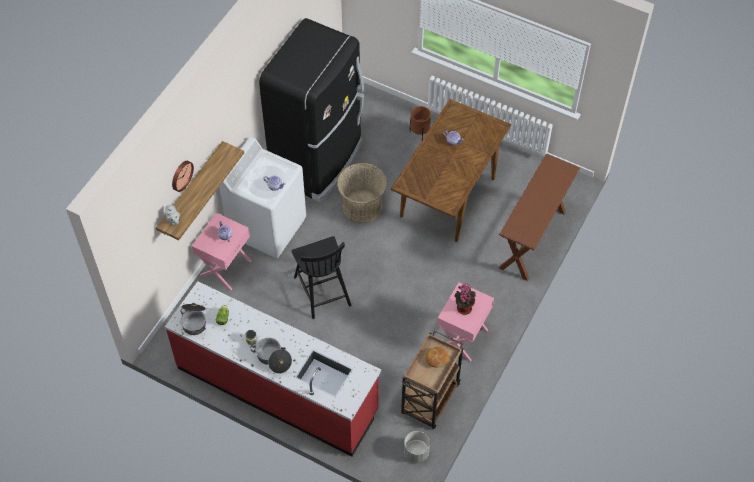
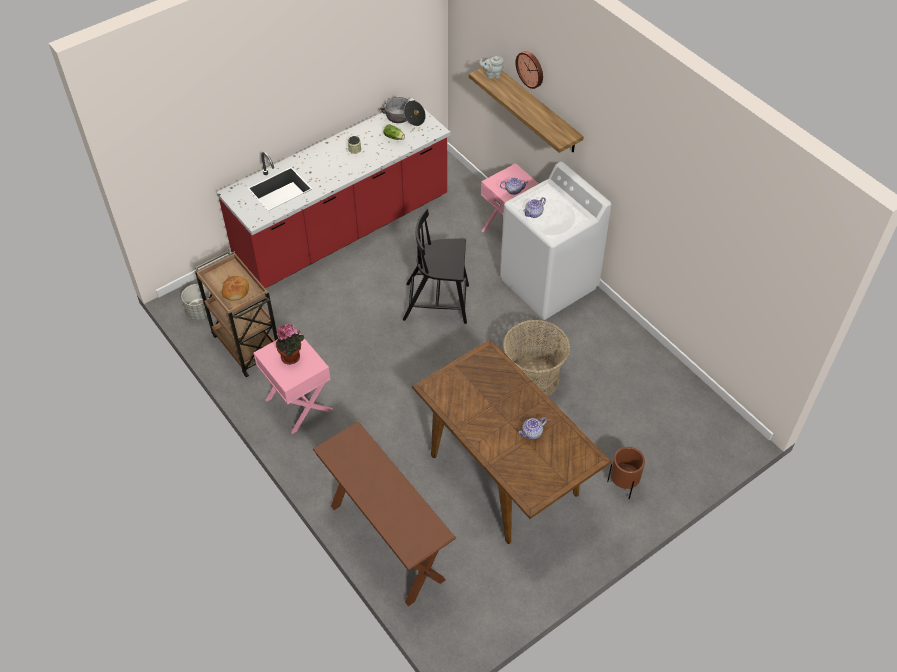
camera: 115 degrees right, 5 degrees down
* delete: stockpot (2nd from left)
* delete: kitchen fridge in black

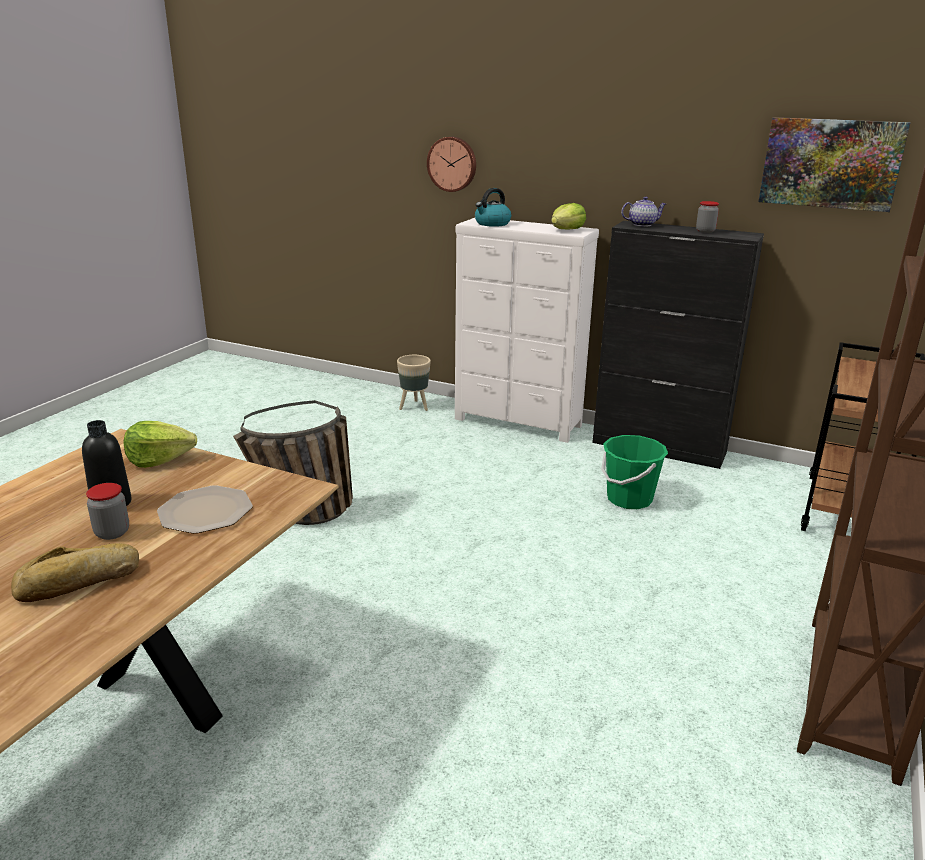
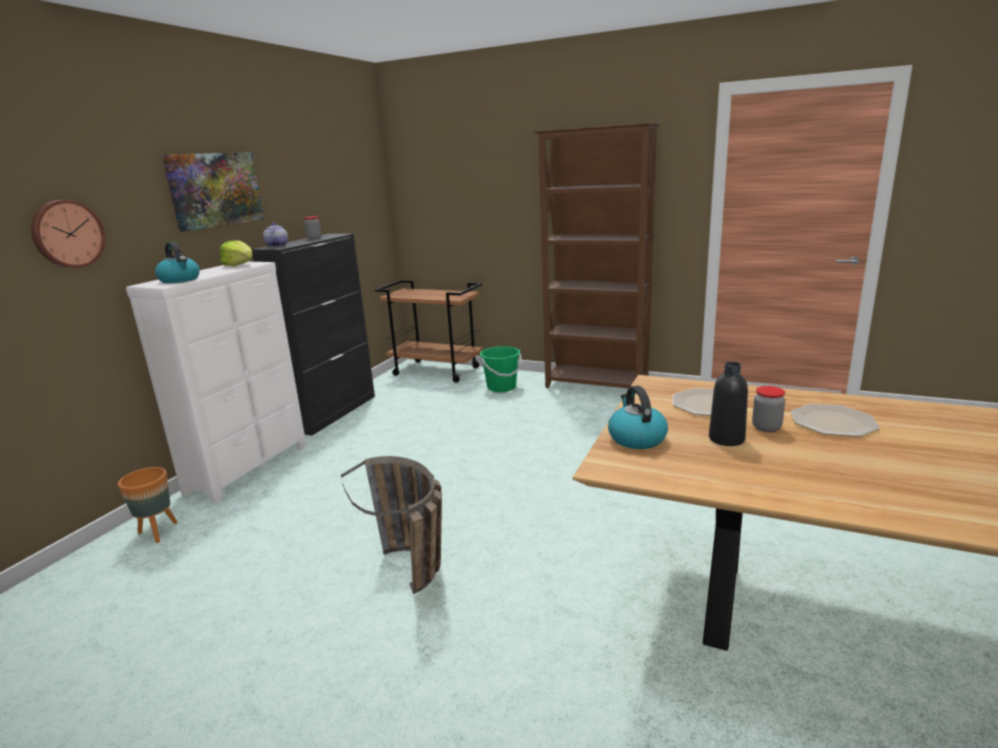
camera: 90 degrees left, 5 degrees down
* move: pail in green-coloured
* move: picture
* replace: baked bread to dinner plate (2nd from left)
* replace: lettuce (1st from left) to water kettle (2nd from left)
* recolor: flower pot in sand-coloured to flower pot in orange

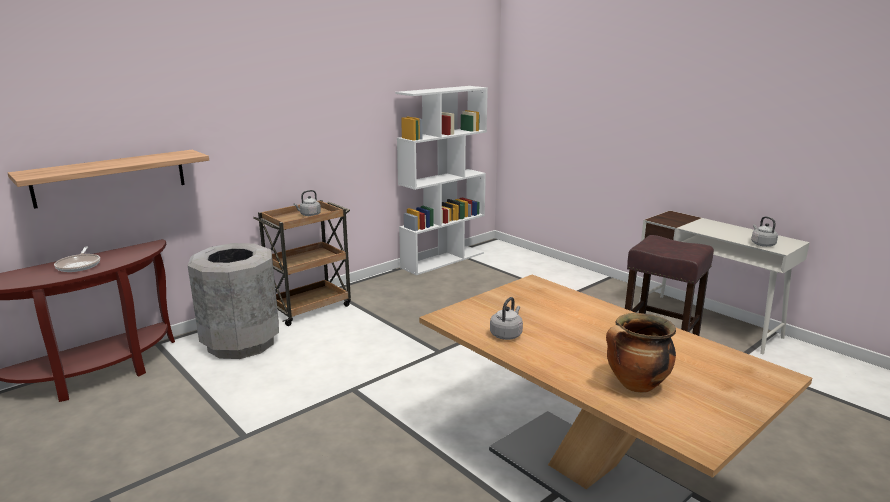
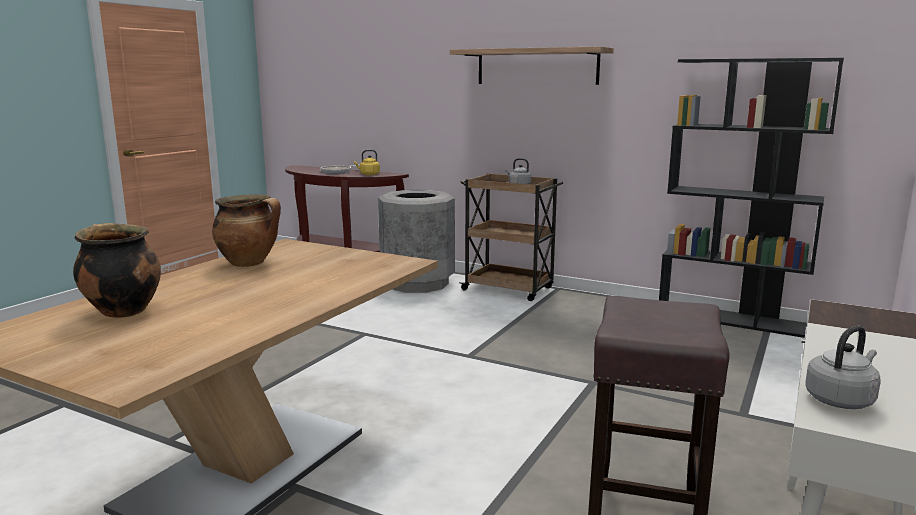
camera: 70 degrees right, 5 degrees down
* insert: water kettle in yellowish
* move: shelf
* replace: water kettle in greyish (2nd from left) to stockpot (2nd from left)
* recolor: bookcase in white to bookcase in black

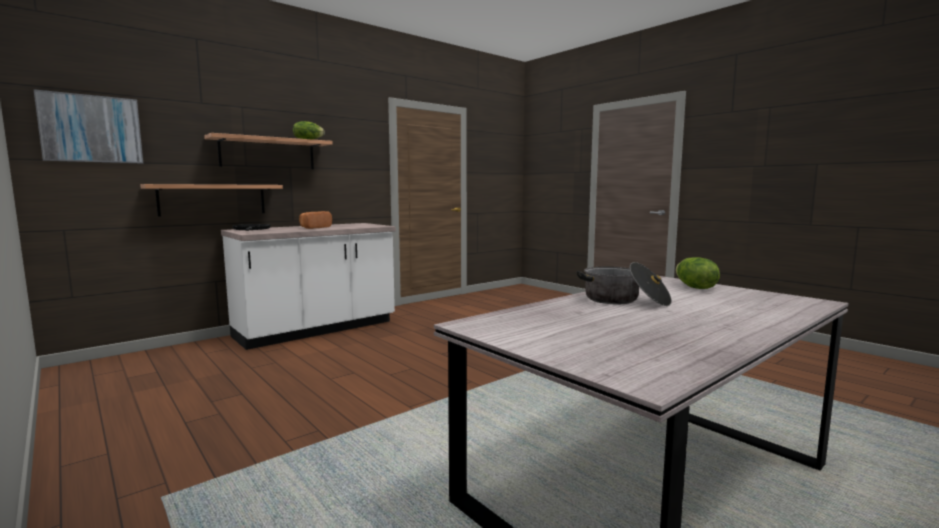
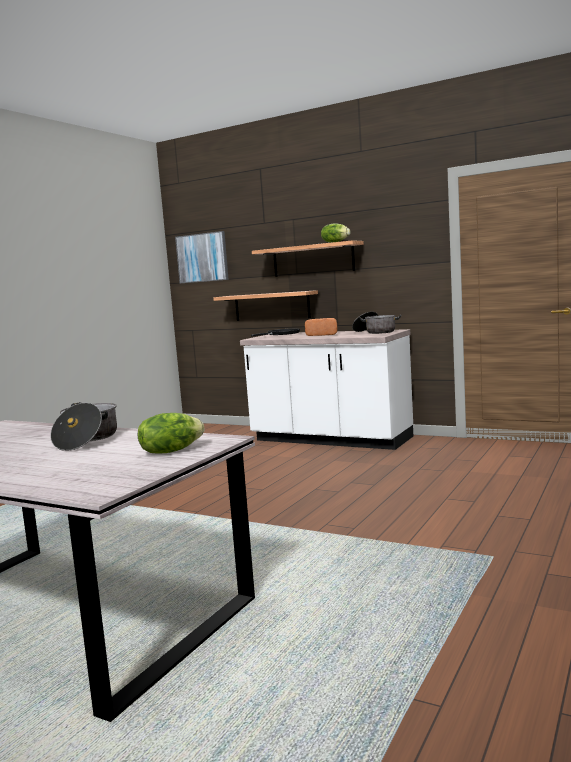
camera: 70 degrees right, 0 degrees up
* insert: stockpot (2nd from left)

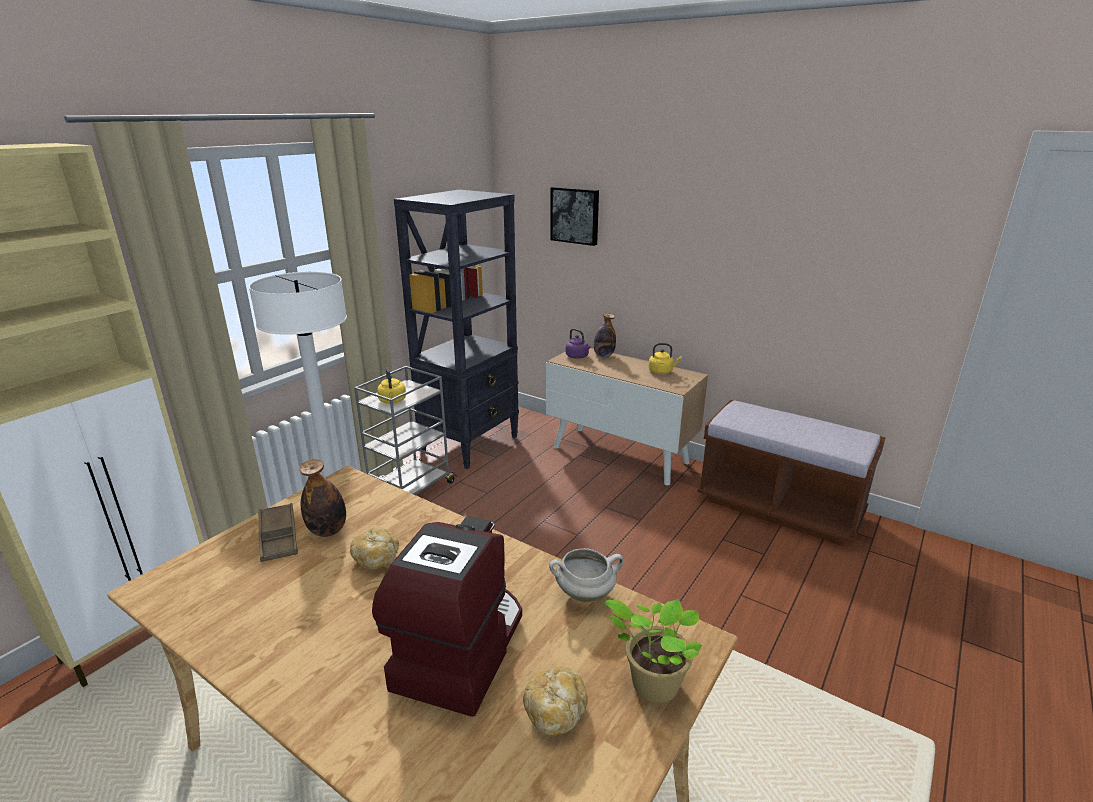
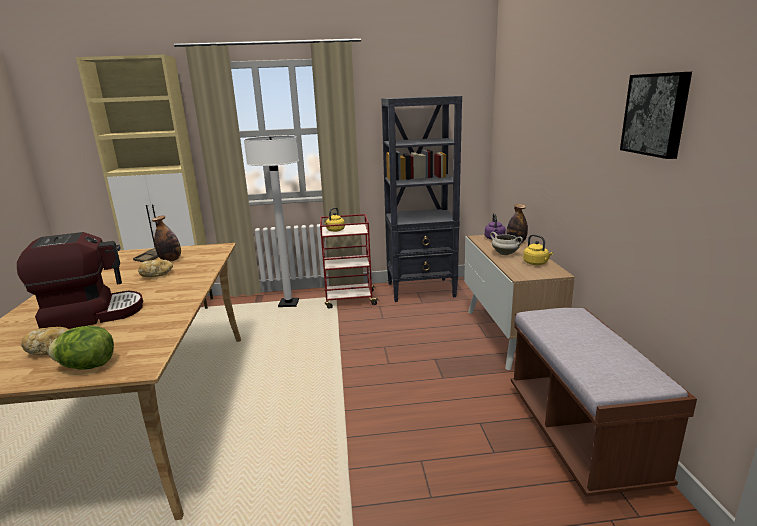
camera: 50 degrees right, 5 degrees down
* move: stockpot in white
* move: picture
* replace: potted plant to lettuce
* recolor: wheeled cart in greyish to wheeled cart in red

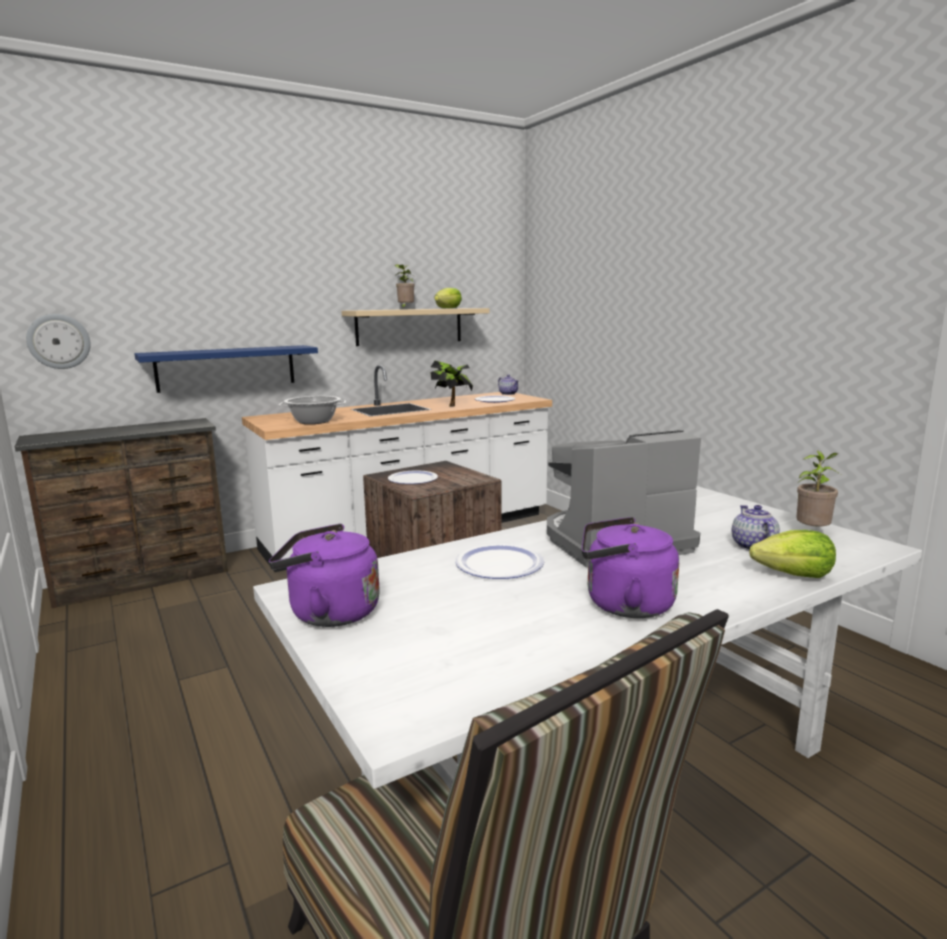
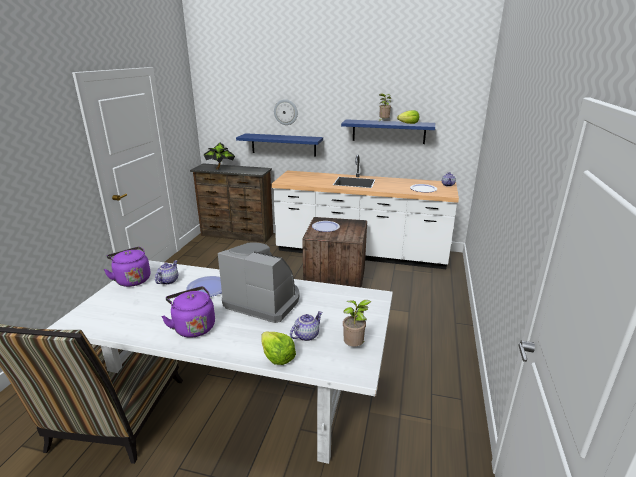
camera: 45 degrees right, 10 degrees up
* delete: stockpot
* insert: teapot (1st from left)
* move: hanging clock
* move: potted plant (2nd from left in the first image) to potted plant (1st from left)
* recolor: shelf in sand-coloured to shelf in bluish (2nd from left)

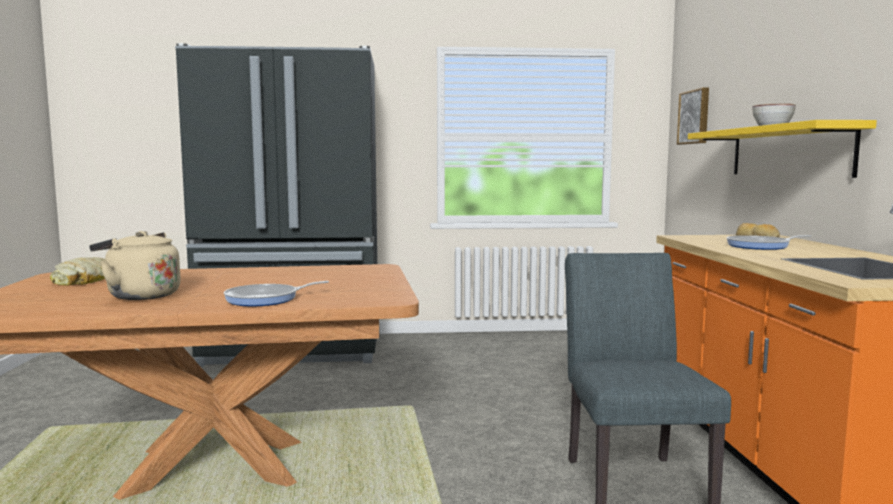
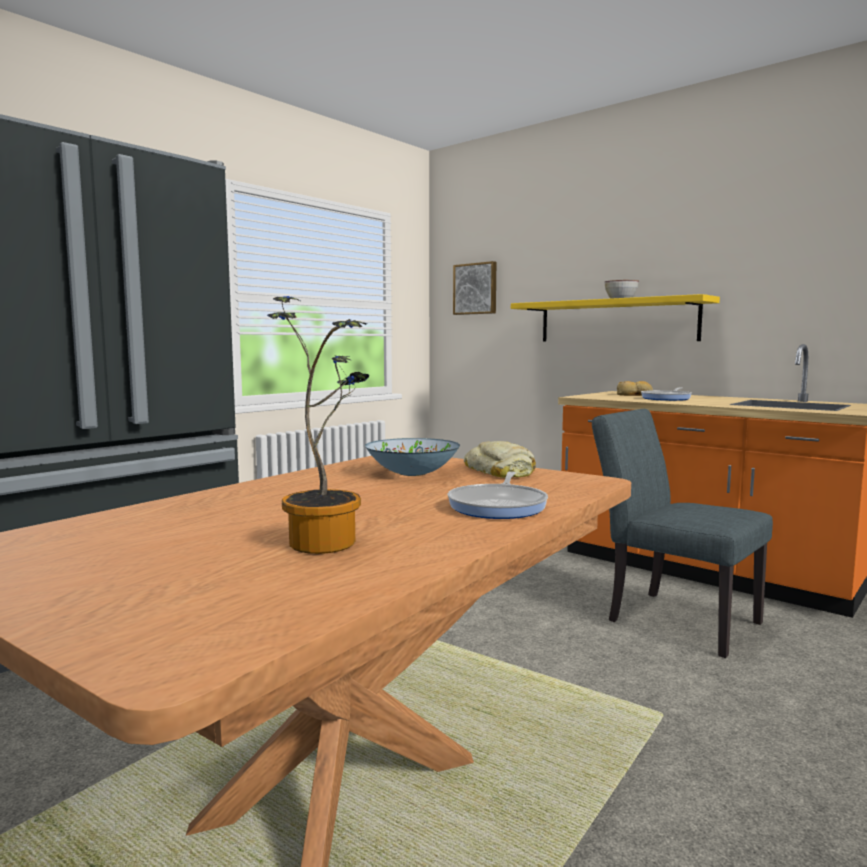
camera: 45 degrees left, 0 degrees up
* insert: bowl (1st from left)
* move: baked bread (1st from left)
* replace: water kettle in sand-coloured to potted plant

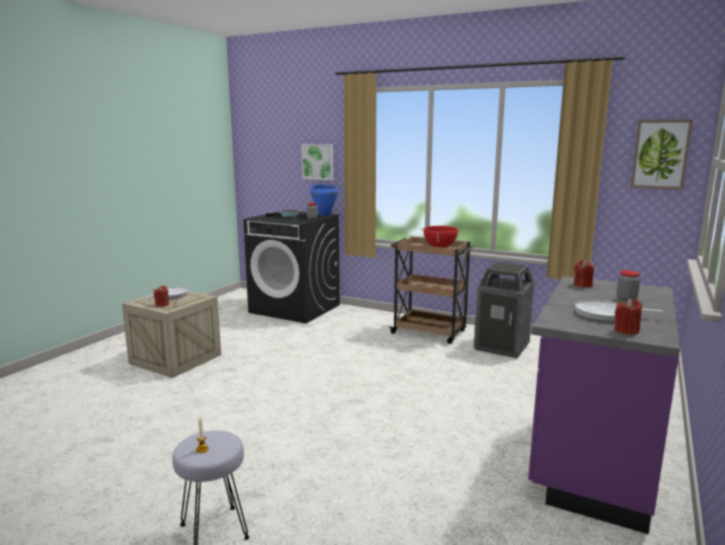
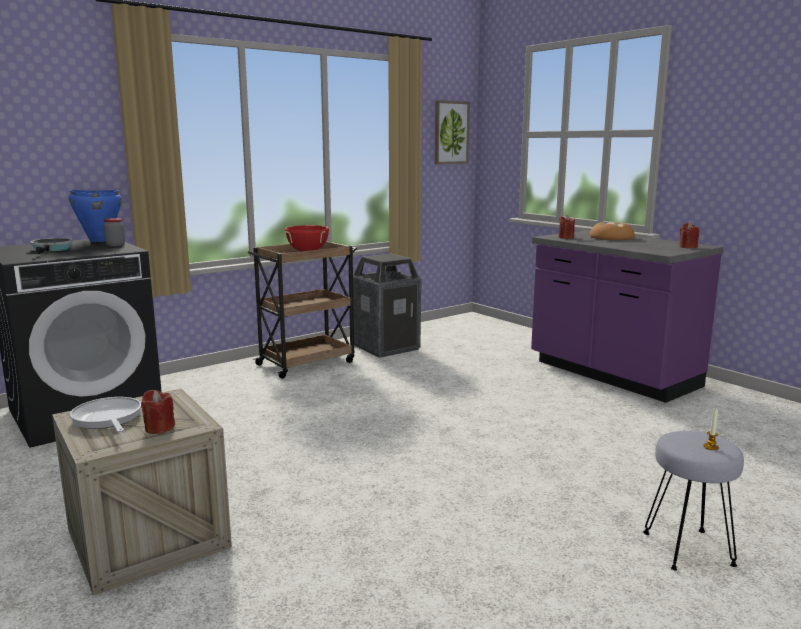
camera: 65 degrees left, 0 degrees up
* delete: picture (1st from left)
* delete: skillet (3rd from left)
* replace: preserve jar (2nd from left) to baked bread

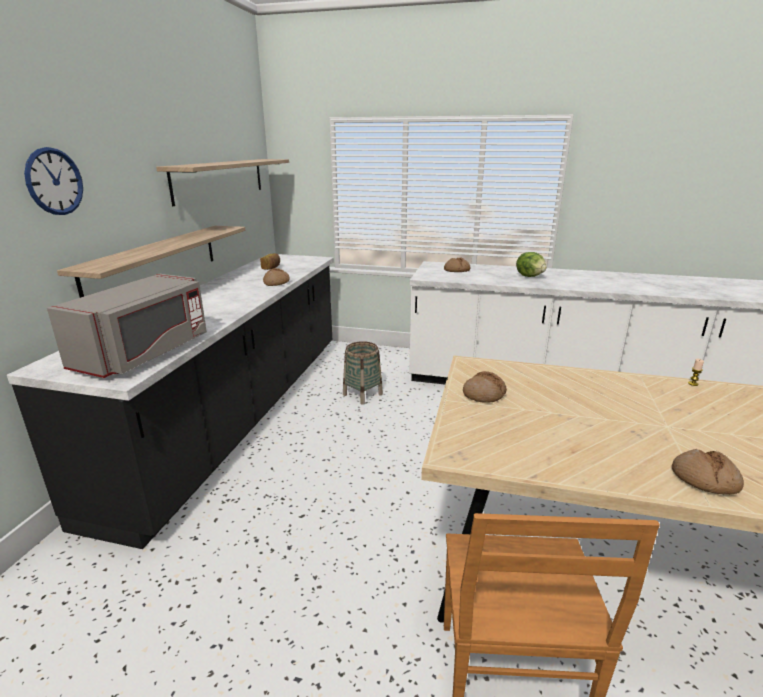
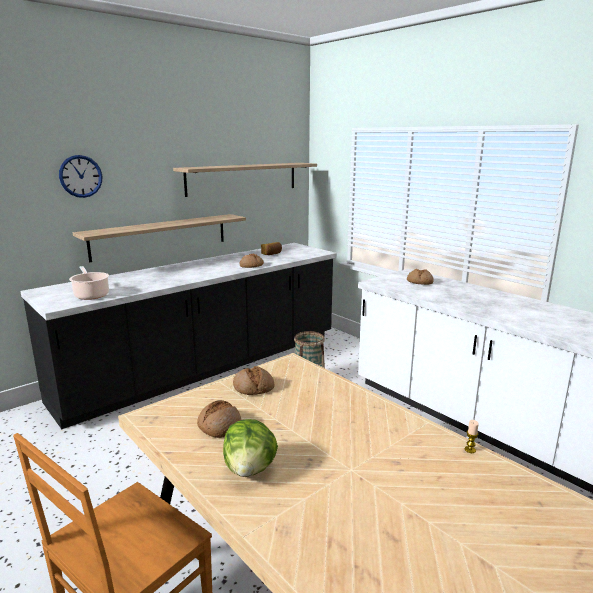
camera: 35 degrees right, 5 degrees down
* move: lettuce
* move: baked bread (5th from left in the first image) to baked bread (1st from left)
* replace: kitchen microwave in greyish to stockpot

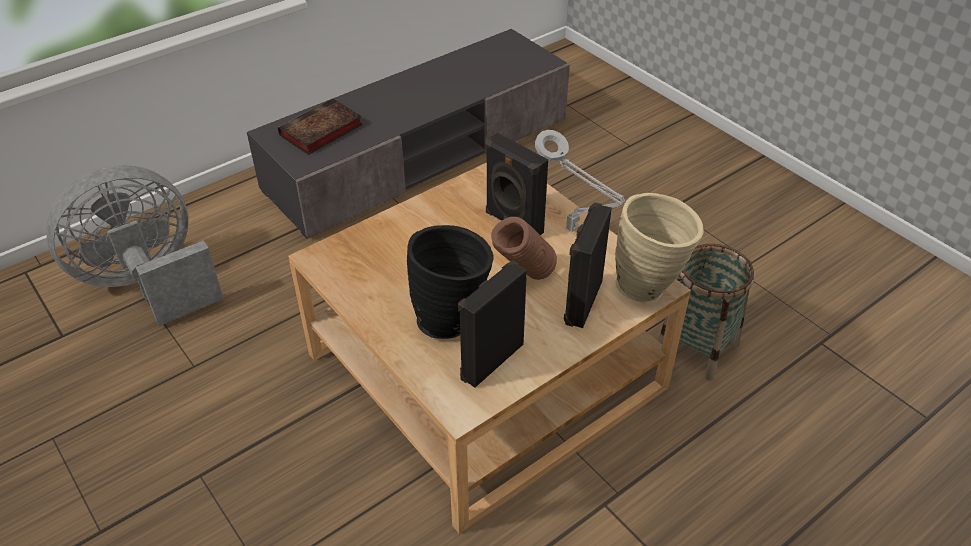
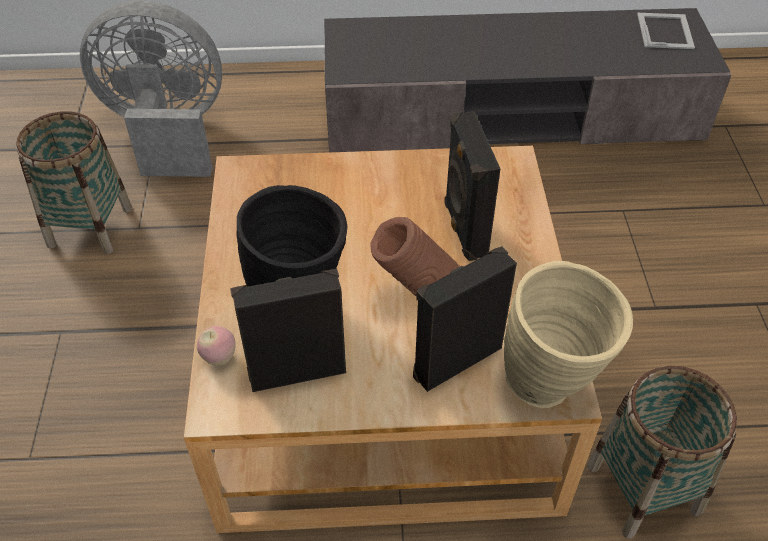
camera: 35 degrees right, 5 degrees up
* delete: bound book
* delete: lamp for a table in greyish
* insert: storage basket (1st from left)
* insert: whole apple
* insert: standing frame

